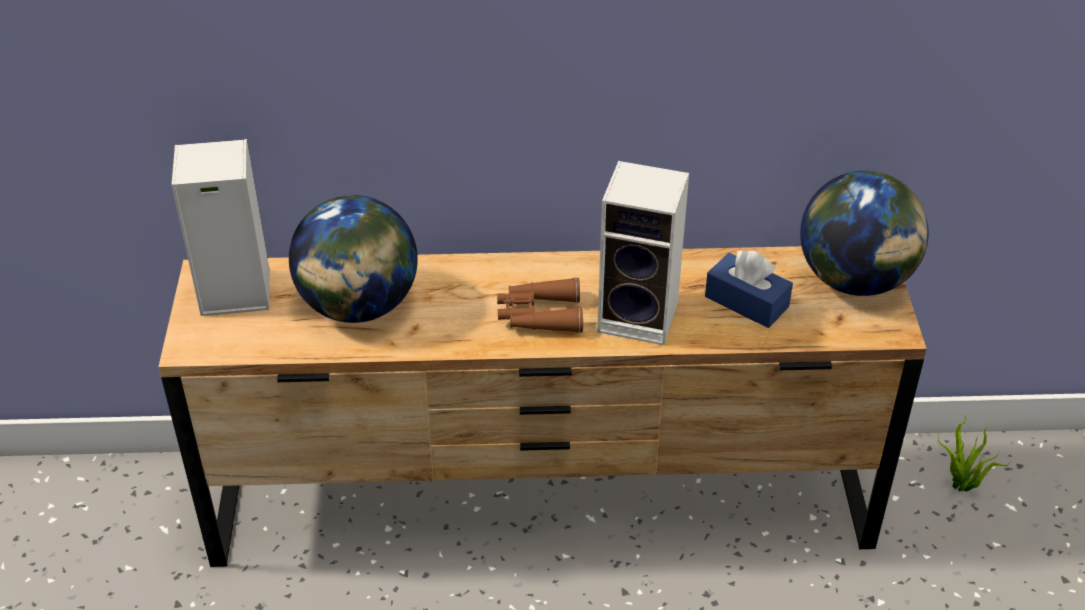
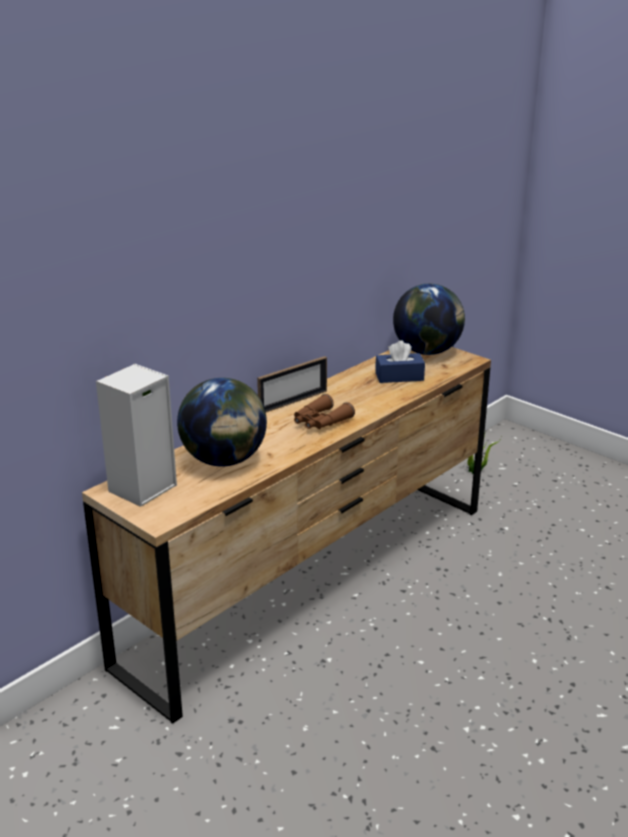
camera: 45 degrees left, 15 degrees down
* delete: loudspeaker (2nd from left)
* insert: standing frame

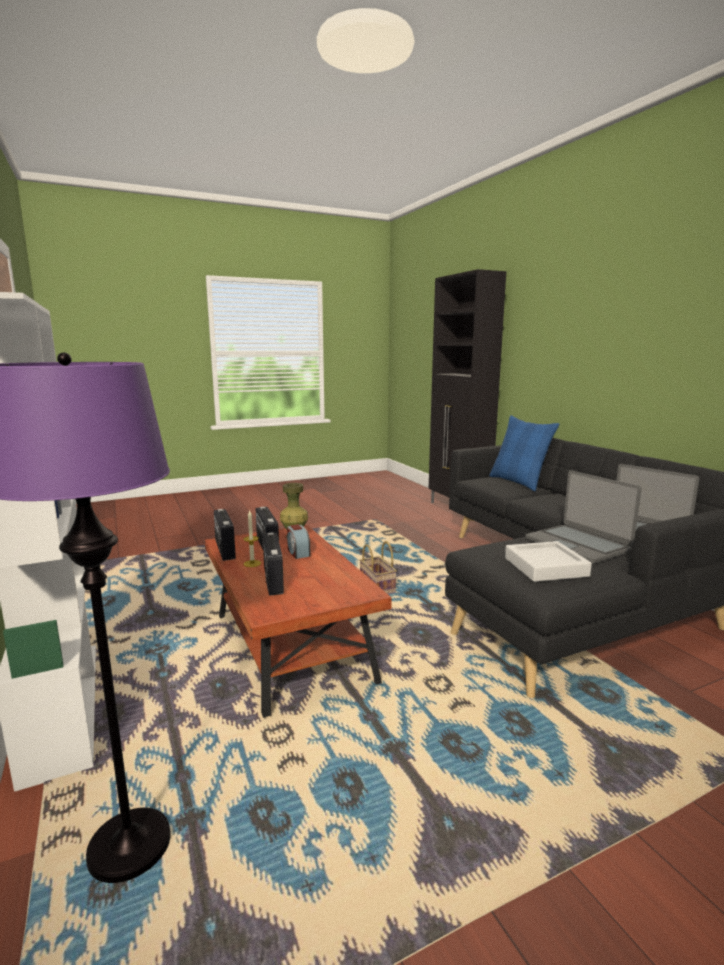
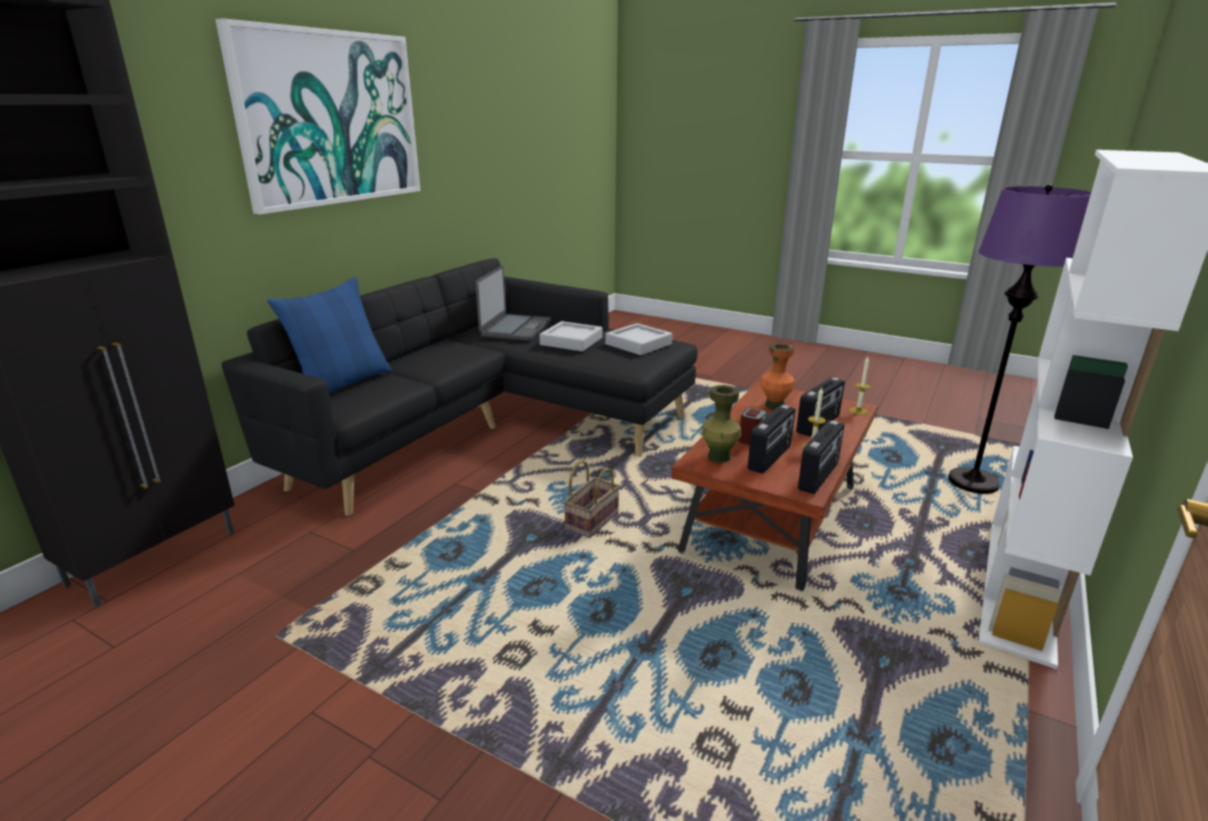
camera: 125 degrees left, 10 degrees up
* insert: picture
* insert: flower vase in orange
* insert: candle (2nd from left)
* replace: notebook computer (1st from left) to serving tray in greyish (1st from left)

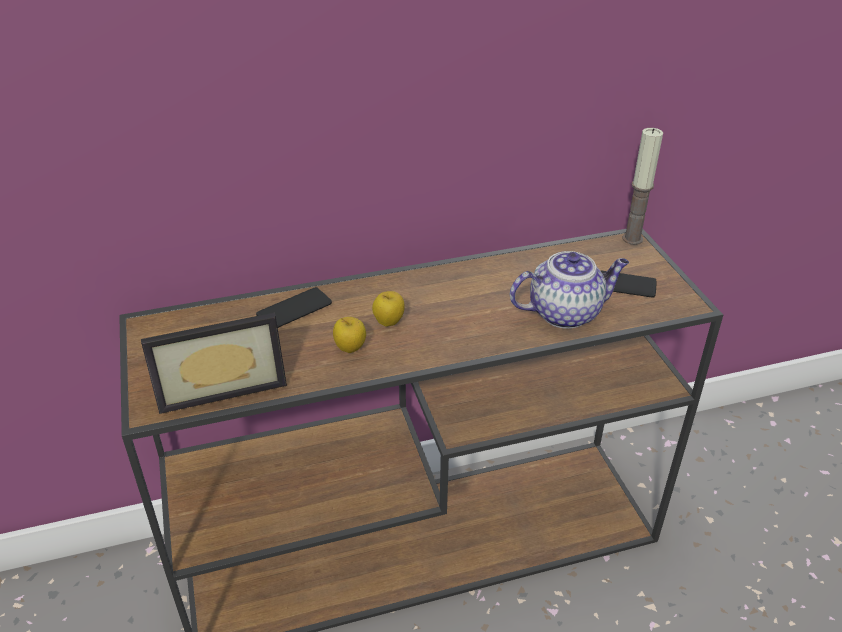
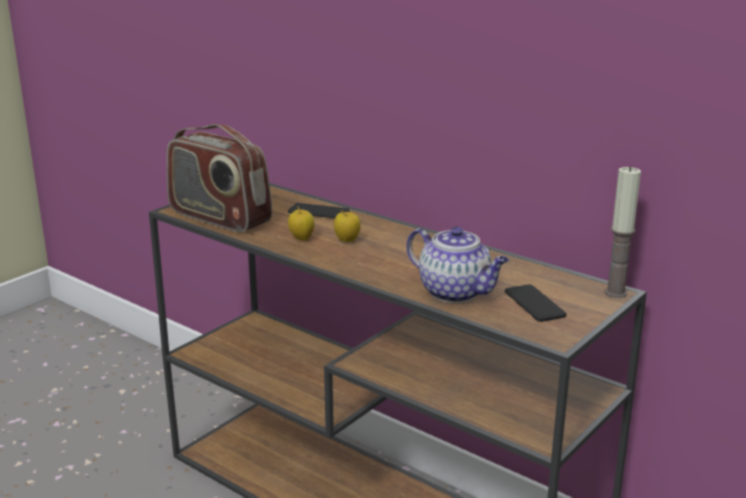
camera: 55 degrees right, 15 degrees down
* replace: standing frame to radio set

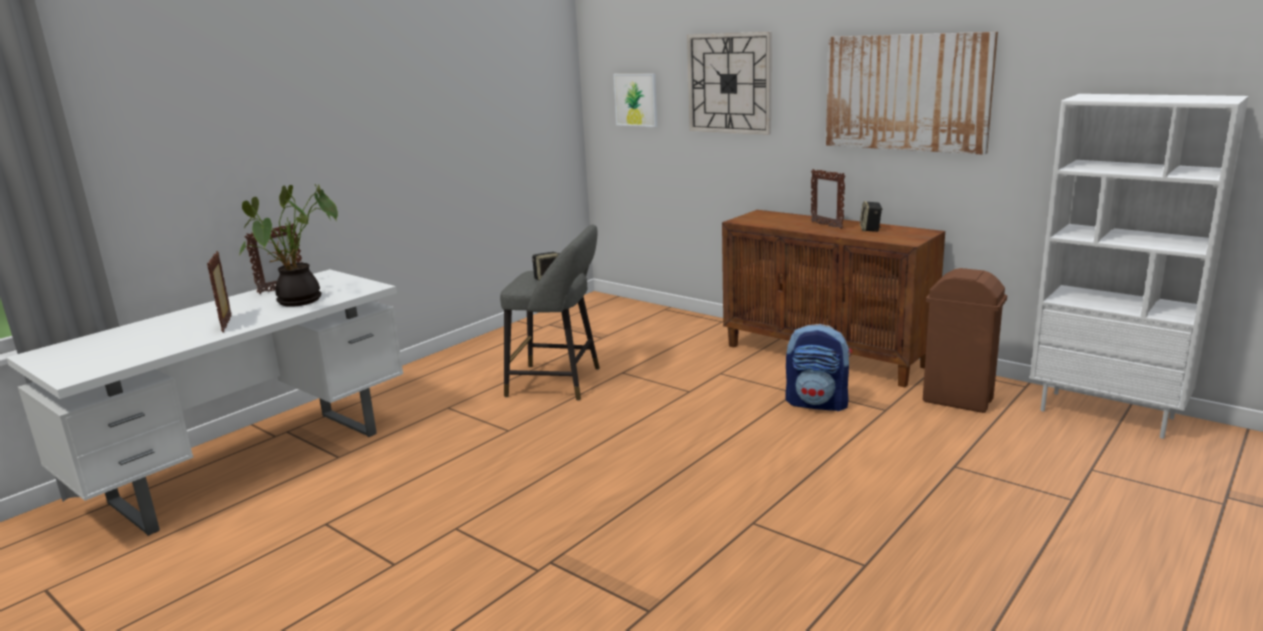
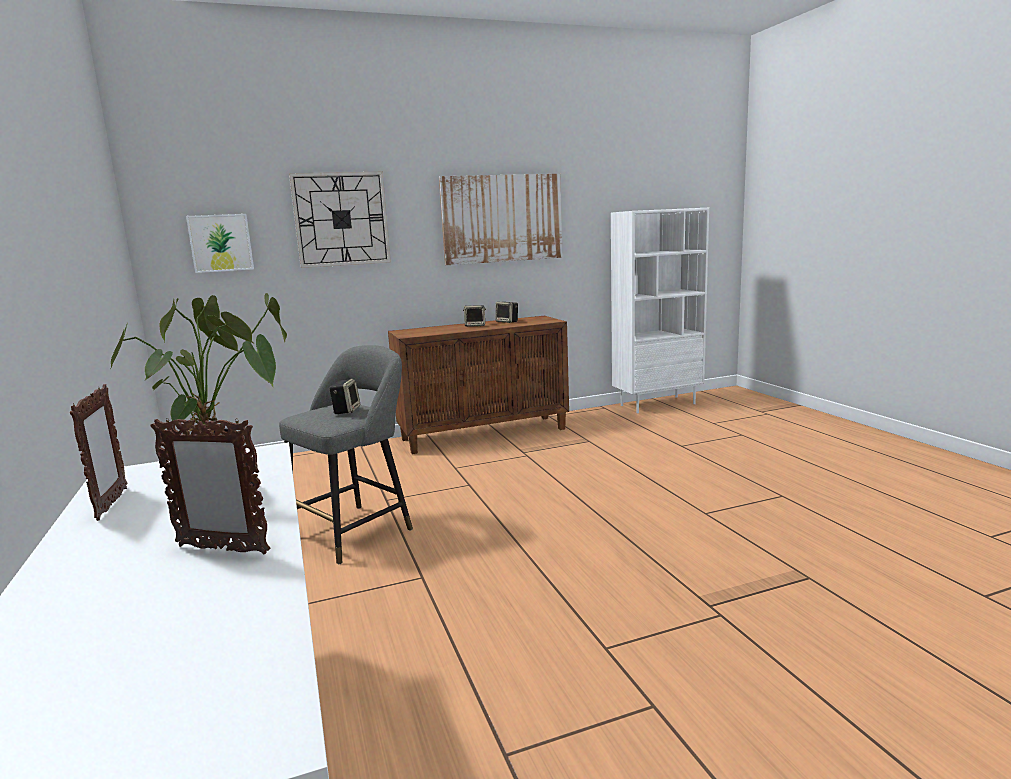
camera: 60 degrees left, 5 degrees down
* delete: knapsack
* delete: waste bin in brown
* replace: standing frame (3rd from left) to loudspeaker (2nd from left)

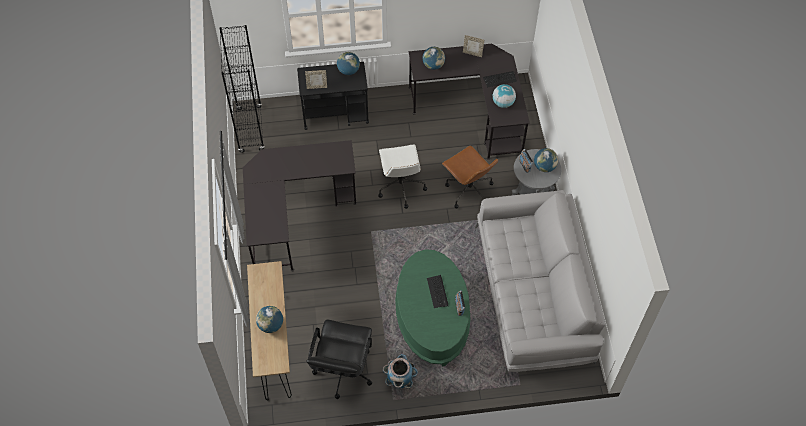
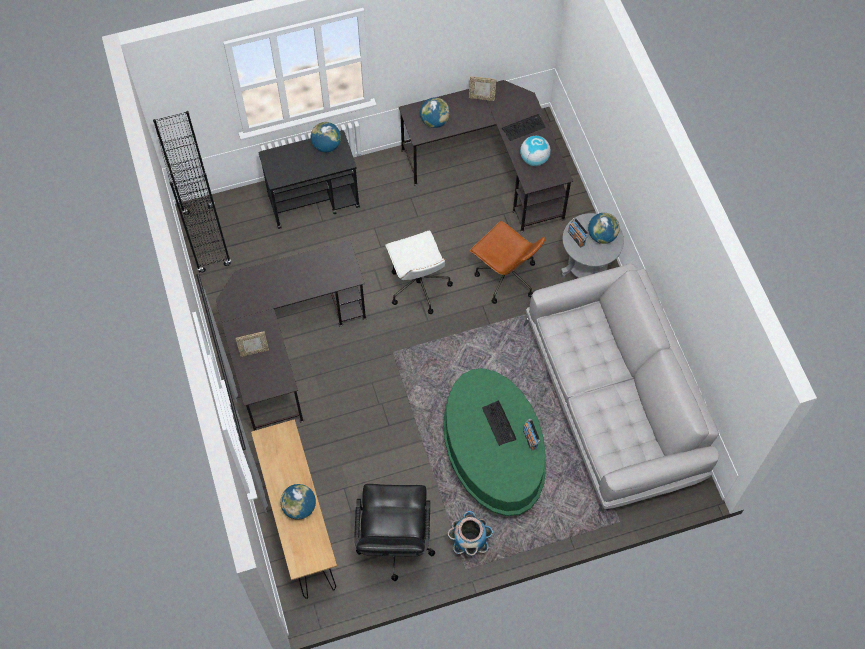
camera: 10 degrees left, 5 degrees up
* move: standing frame (1st from left)

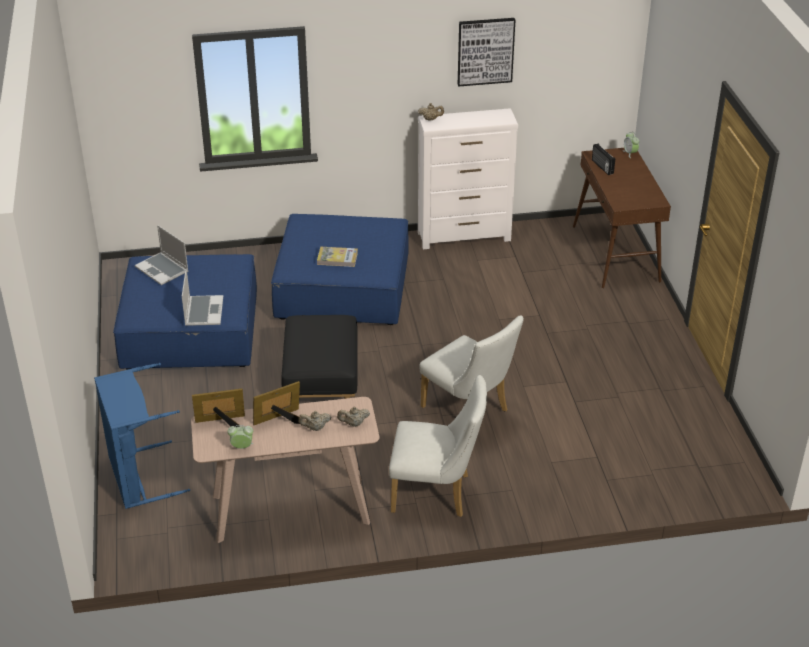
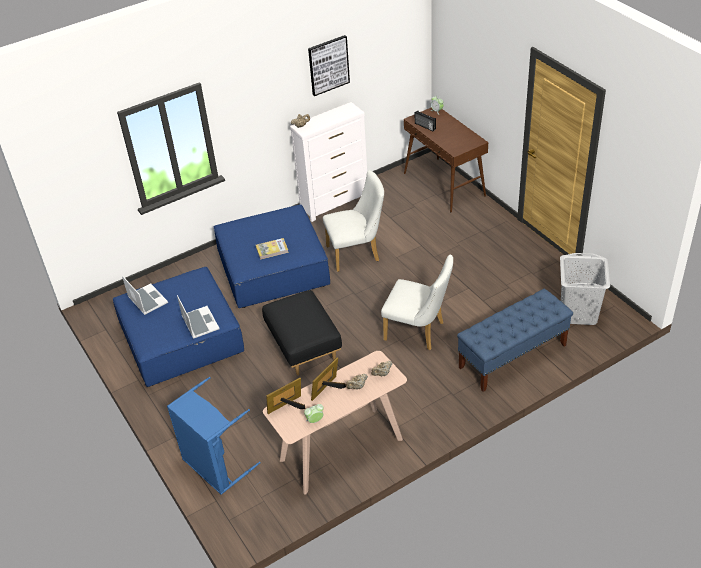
camera: 20 degrees left, 5 degrees up
* insert: long seat in bluish
* insert: washing basket in greyish
* move: chair in white (1st from left)
* rotate: notebook computer (1st from left) 150 degrees counterclockwise

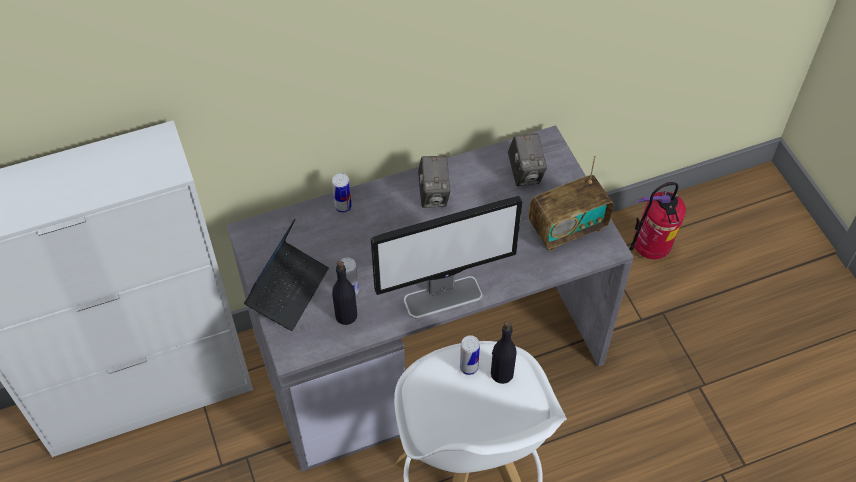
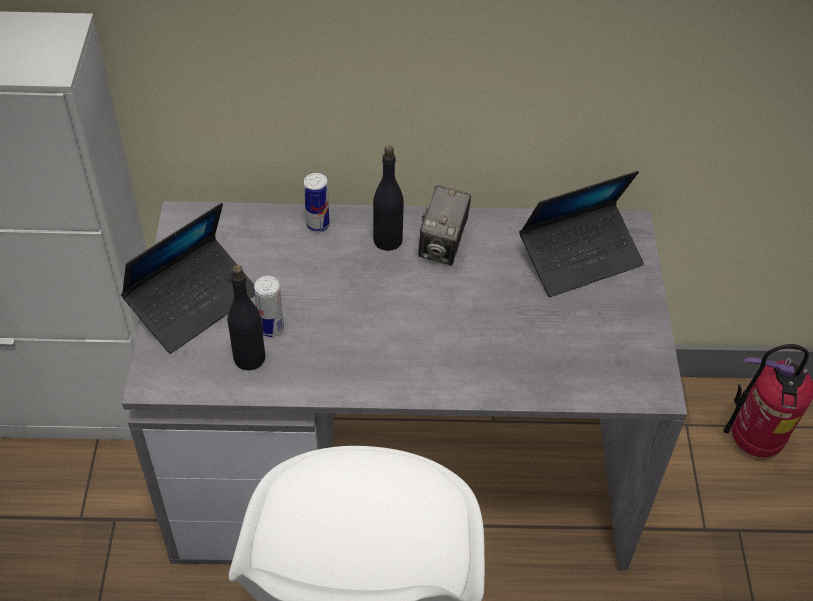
camera: 20 degrees right, 5 degrees down
* delete: computer screen
* delete: can (3rd from left)
* delete: radio set
* move: bottle in black (2nd from left)
* replace: still camera (2nd from left) to notebook computer (2nd from left)

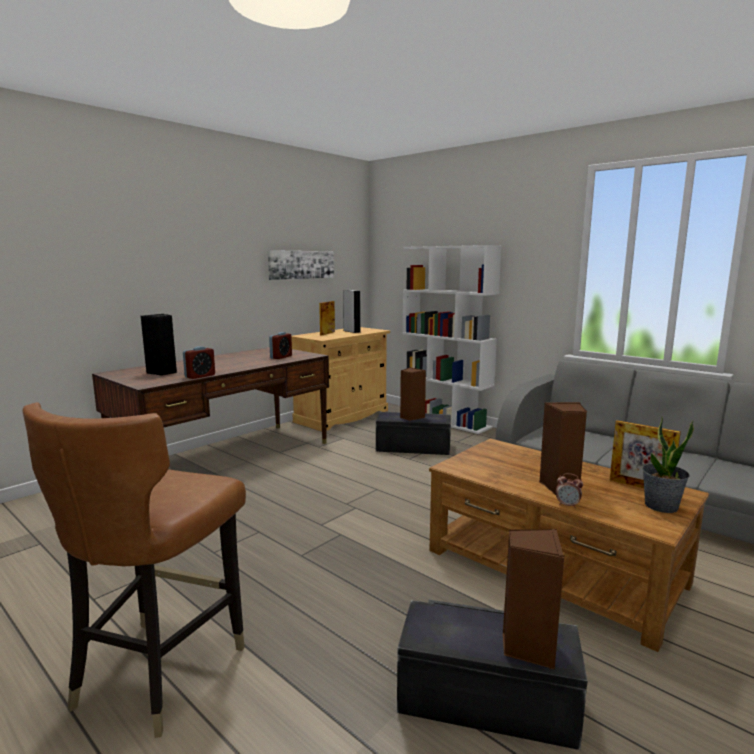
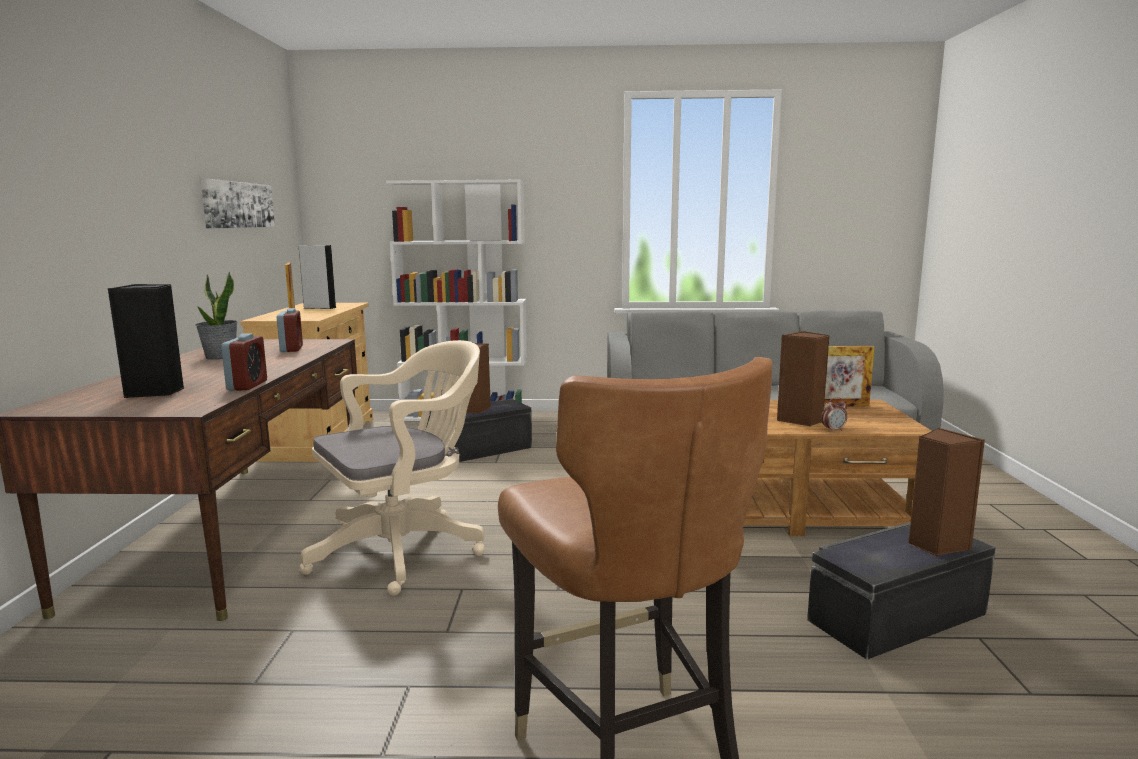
camera: 40 degrees left, 0 degrees up
* insert: desk chair in sand-coloured
* move: potted plant

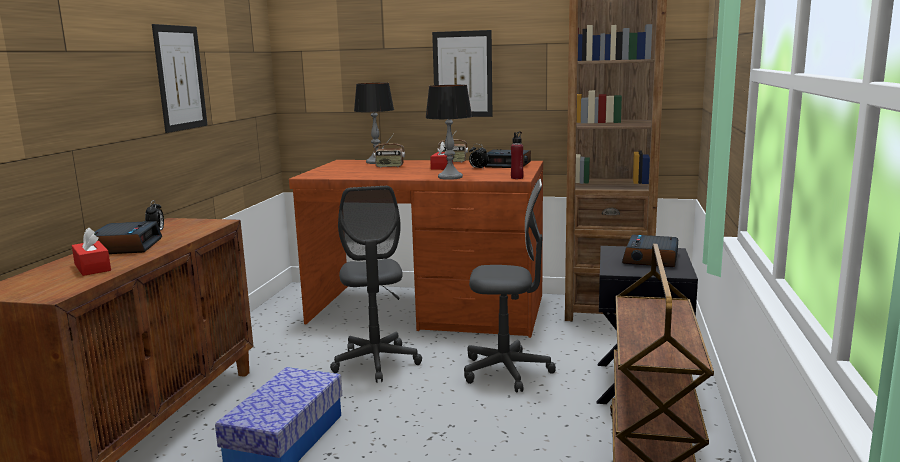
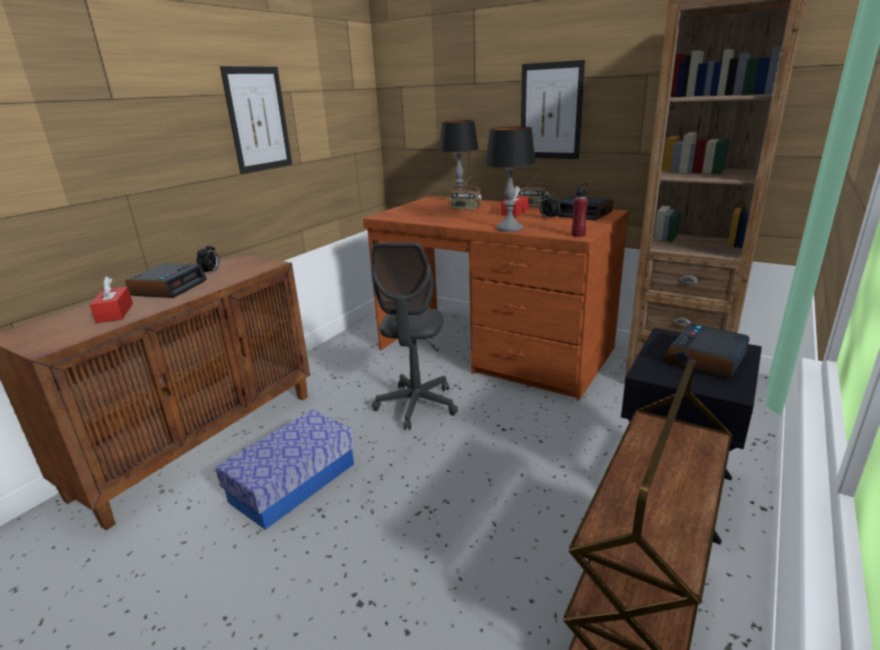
camera: 20 degrees right, 10 degrees up
* delete: desk chair in greyish (2nd from left)

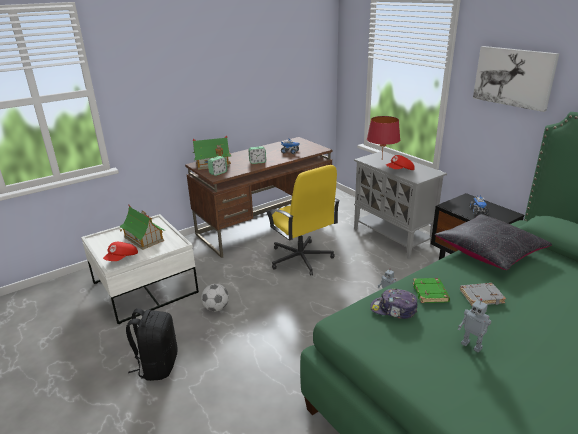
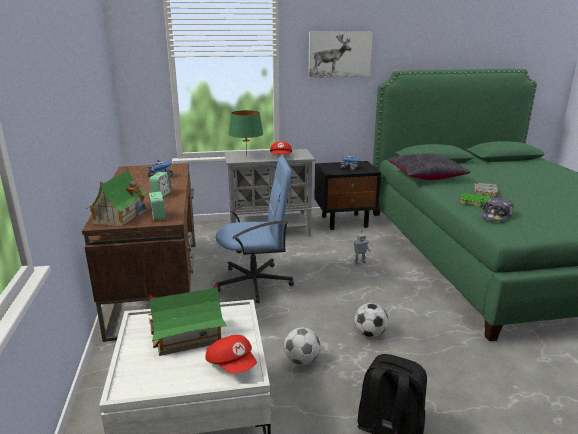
camera: 65 degrees left, 5 degrees down
* delete: model robot (2nd from left)
* insert: football ball (2nd from left)
* recolor: desk chair in yellowish to desk chair in bluish
* recolor: lamp for a table in red to lamp for a table in green-coloured

